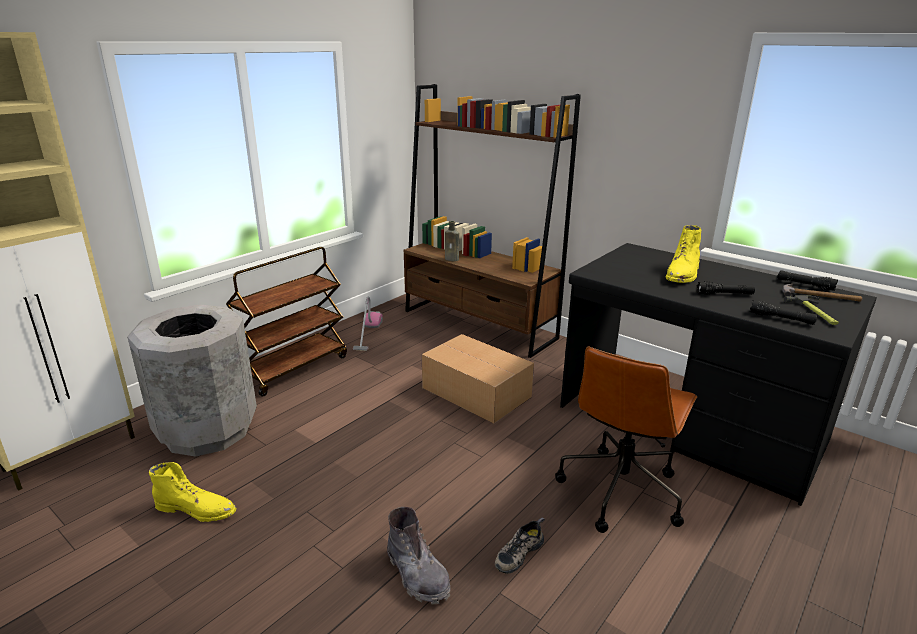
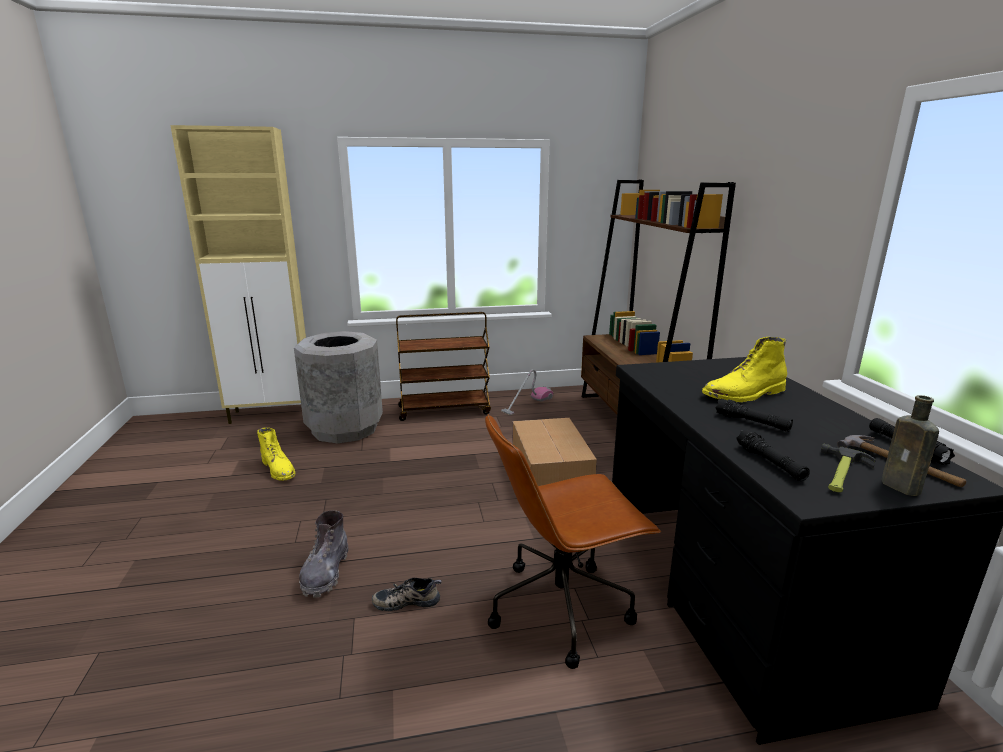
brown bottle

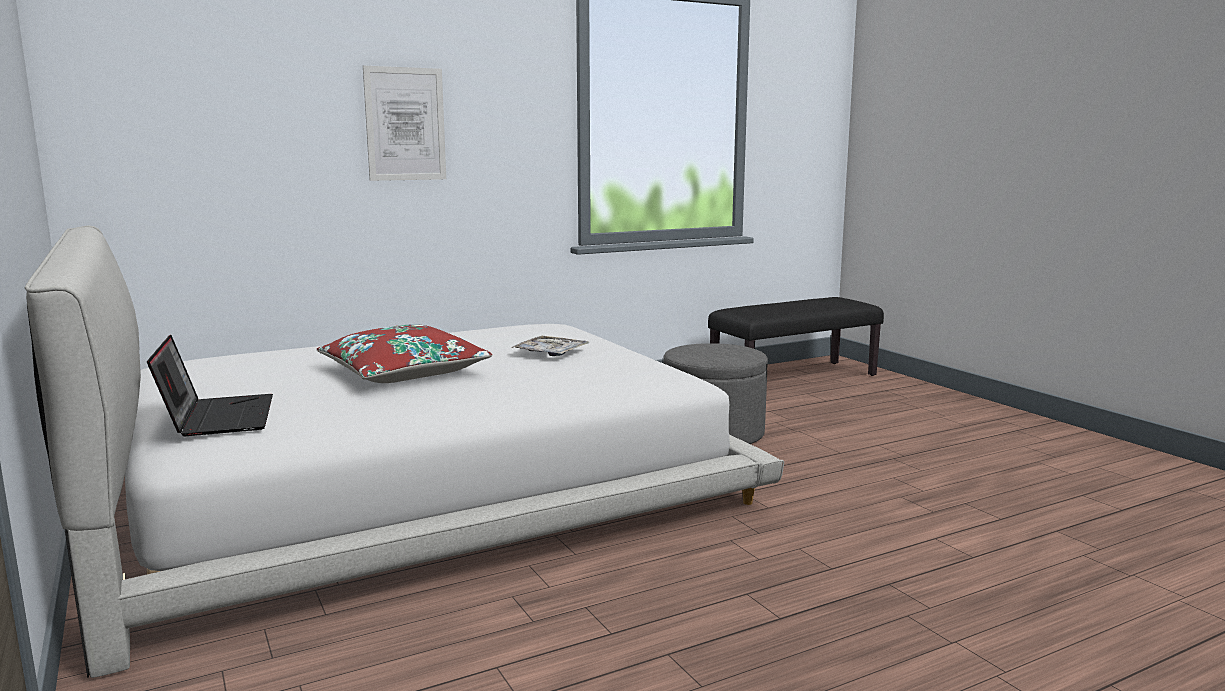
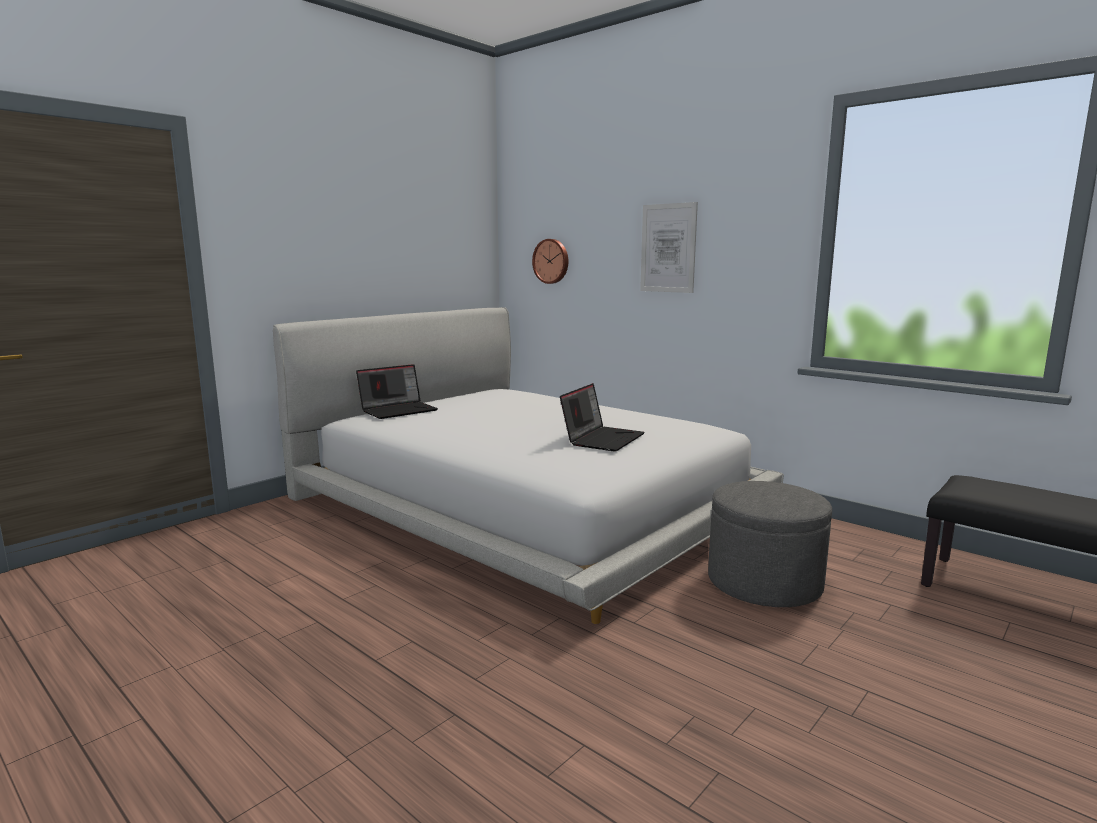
red pillow; laptop (no. 2 from left); wall clock

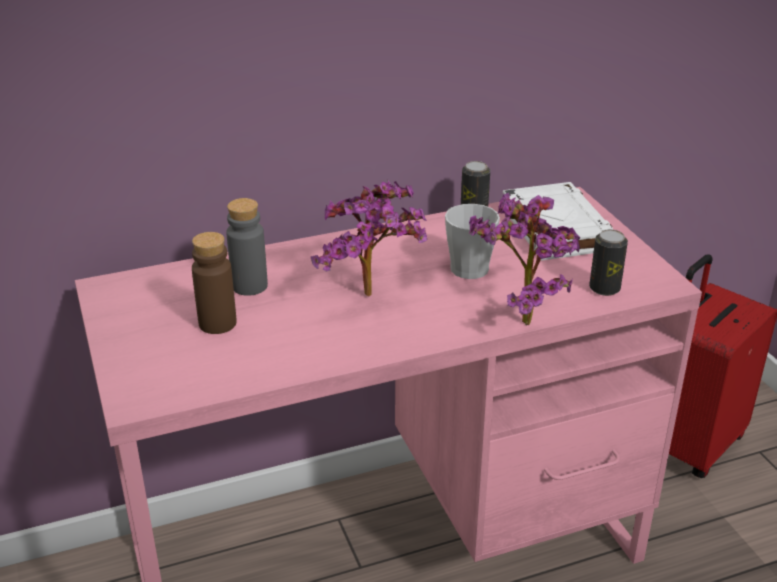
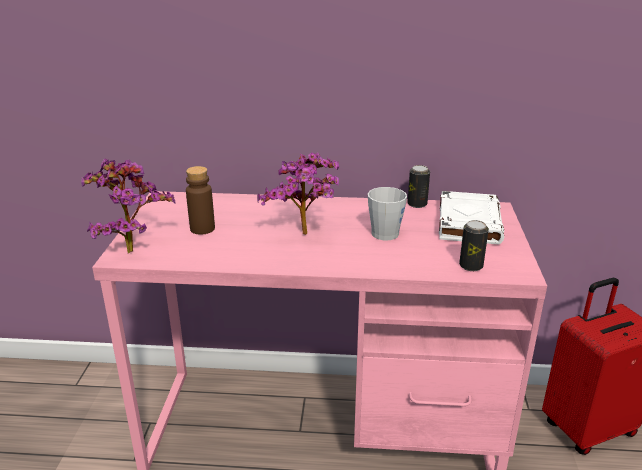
potted plant (no. 1 from left); grey bottle

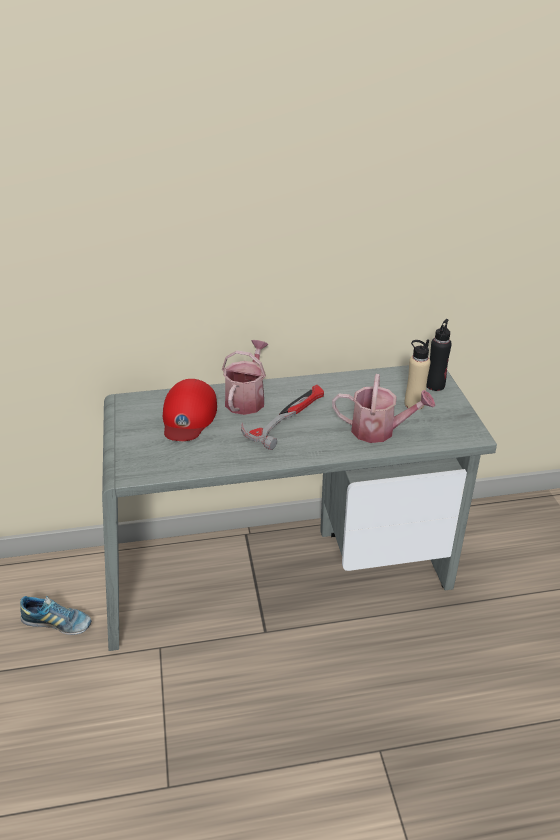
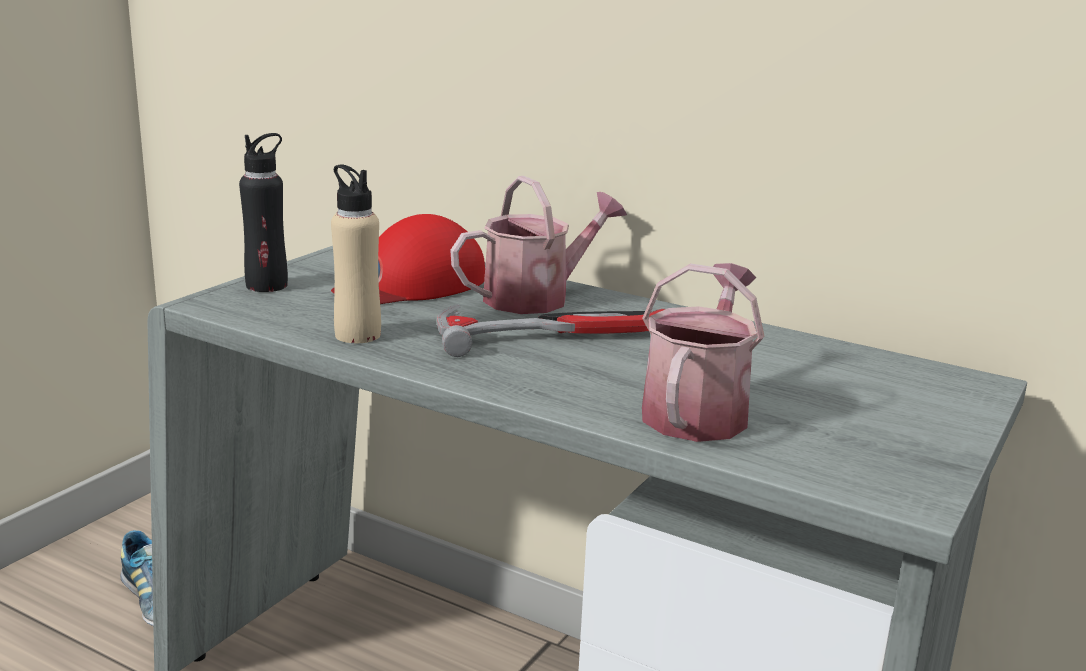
black bottle; beige bottle; watering can (no. 2 from left)

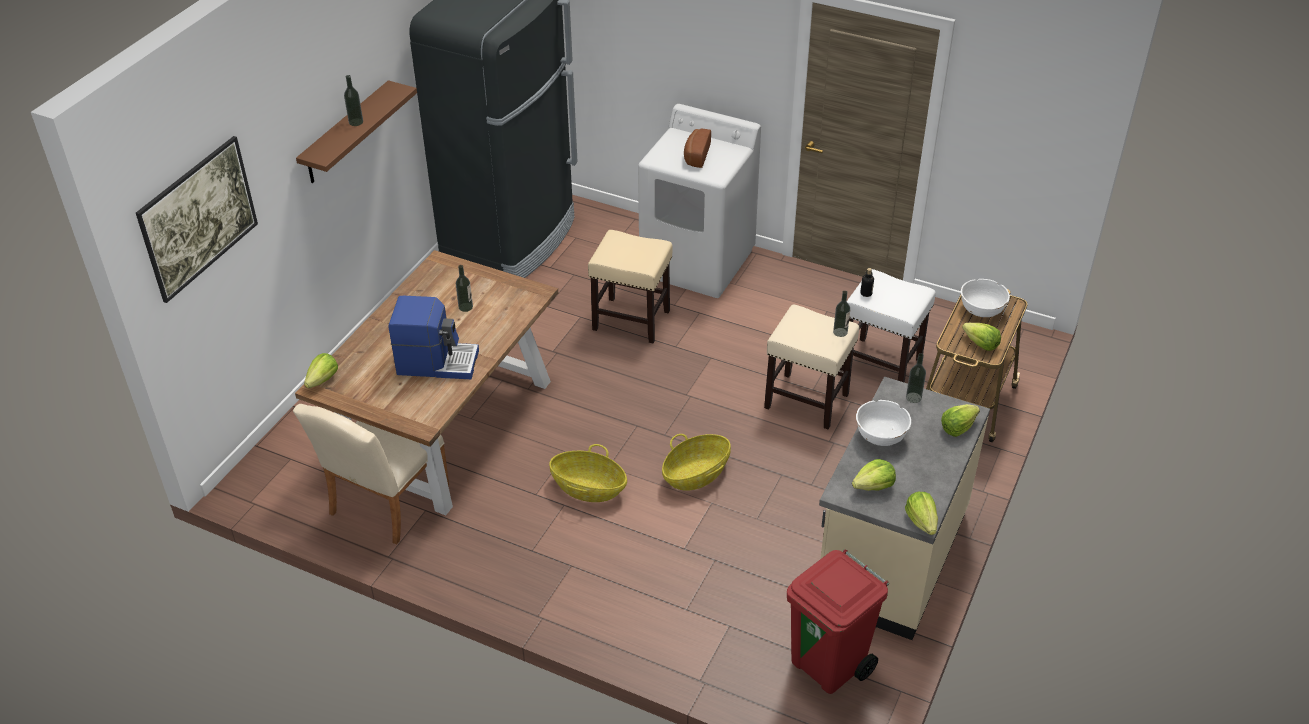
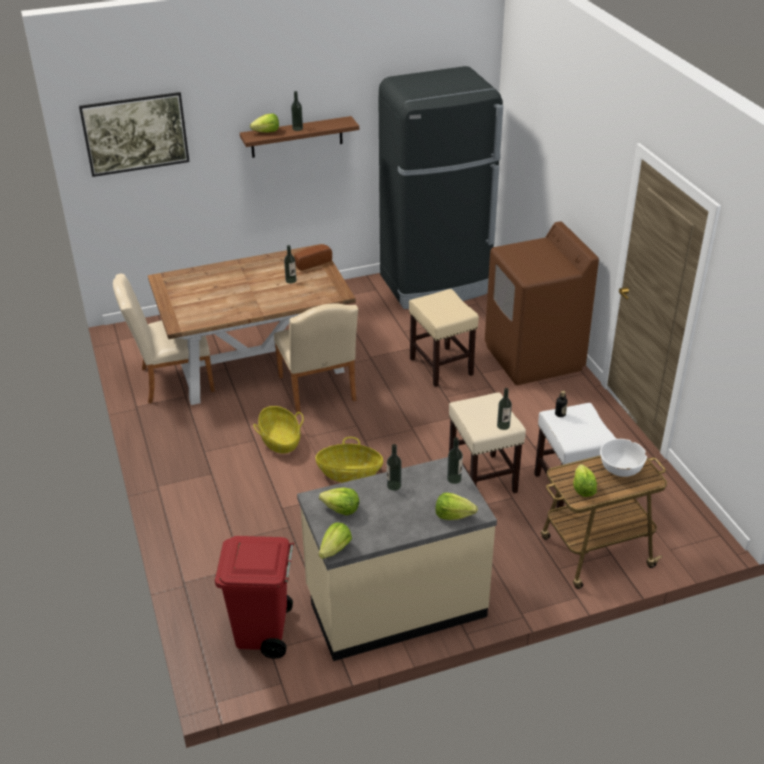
brown washing machine; bread; coffee machine; lettuce (no. 1 from left); bottle (no. 3 from left); beige chair (no. 2 from left)

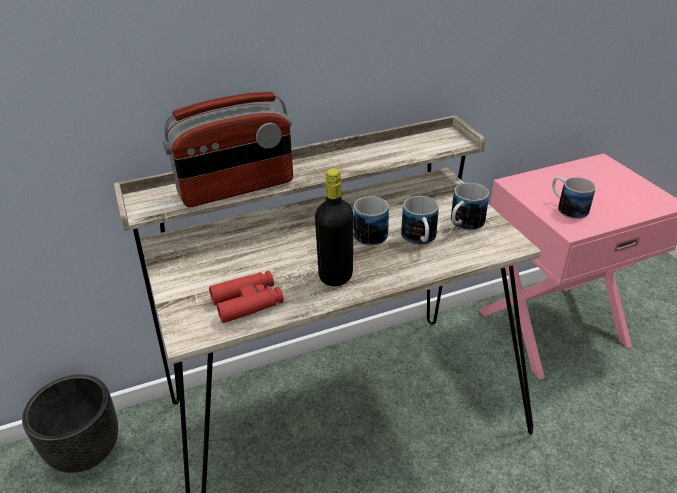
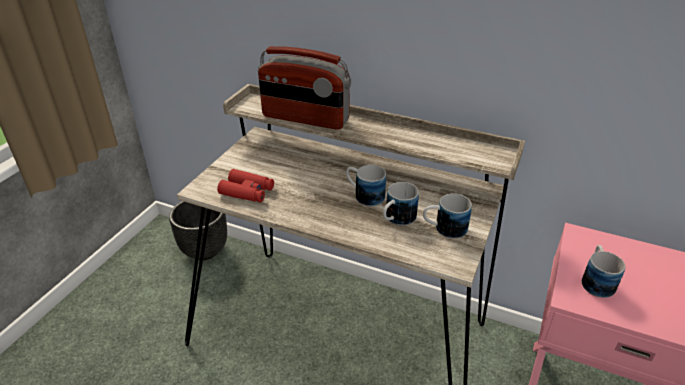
black bottle

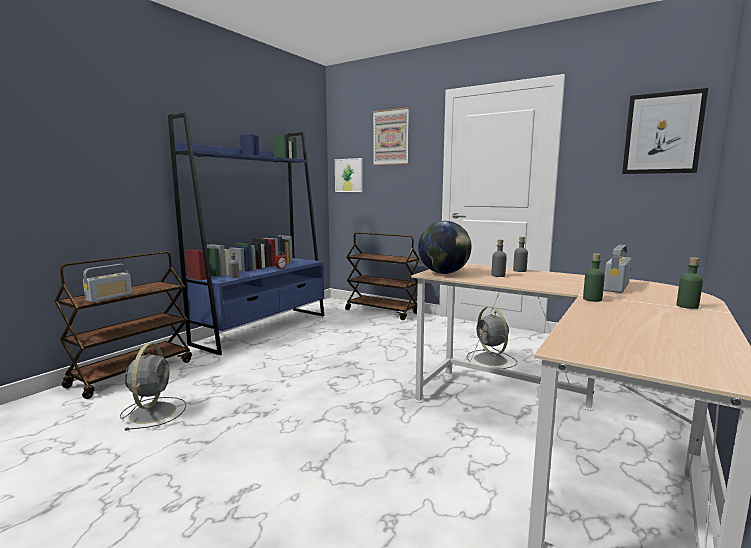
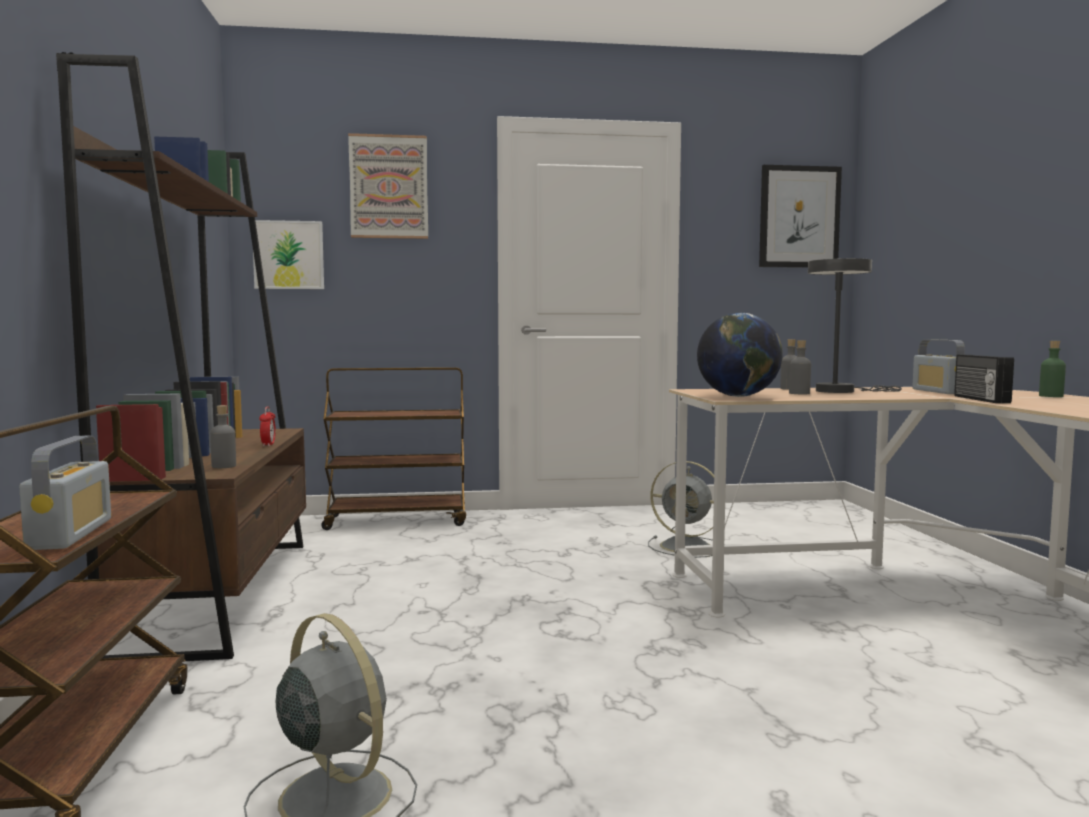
brown bookcase; radio (no. 3 from left); grey table lamp

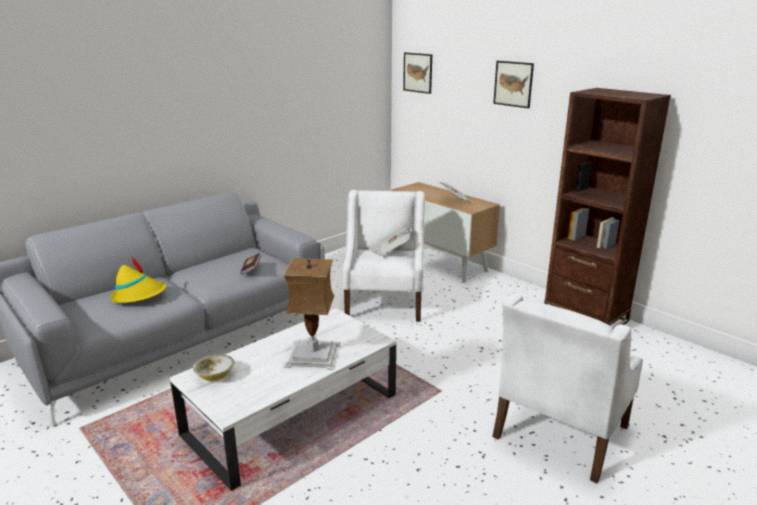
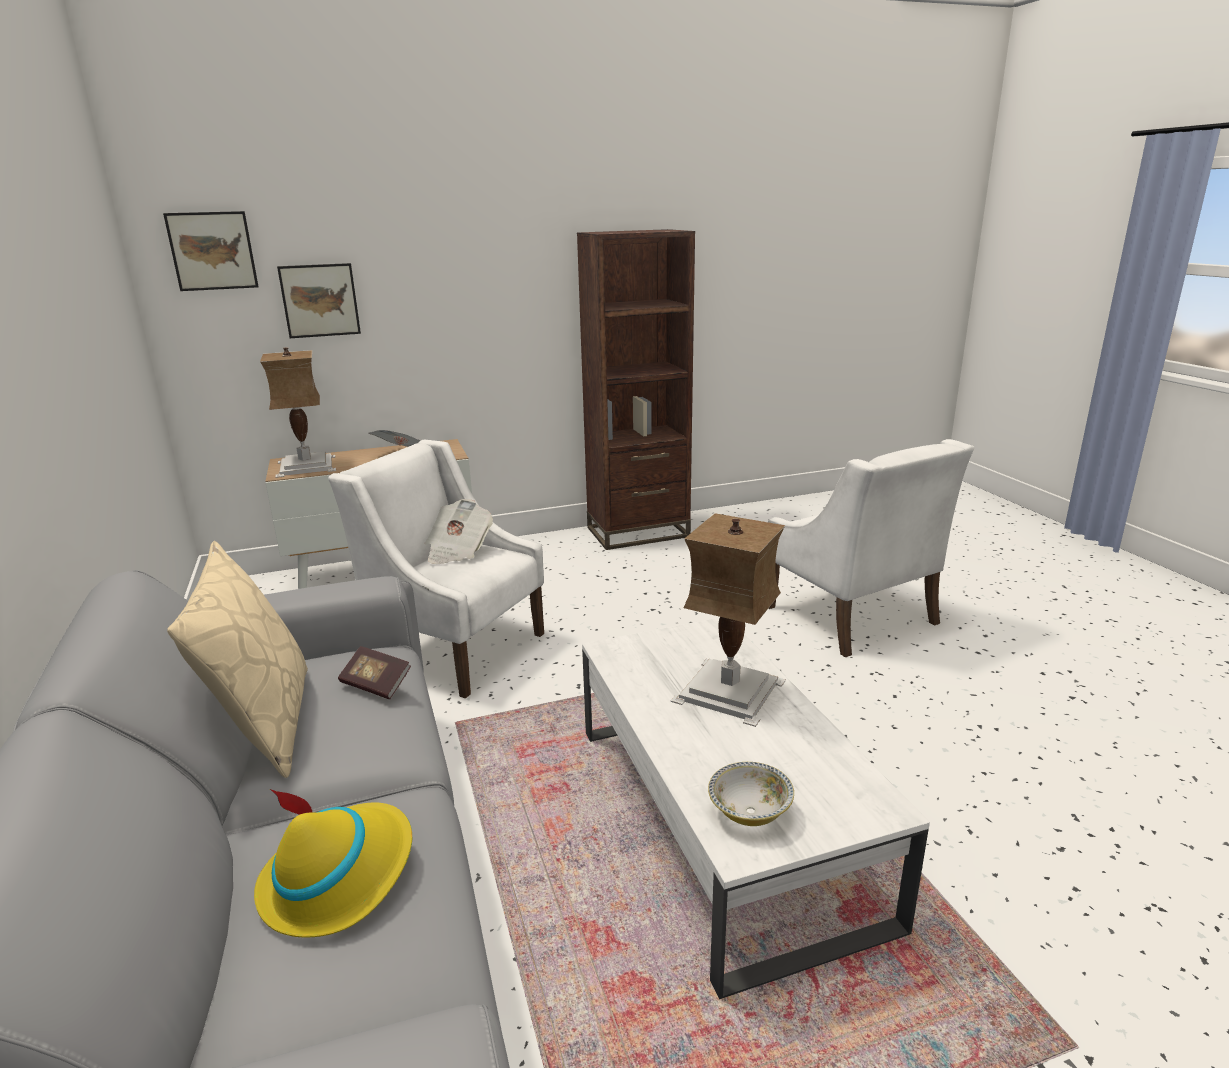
picture (no. 2 from left); table lamp (no. 1 from left); beige pillow

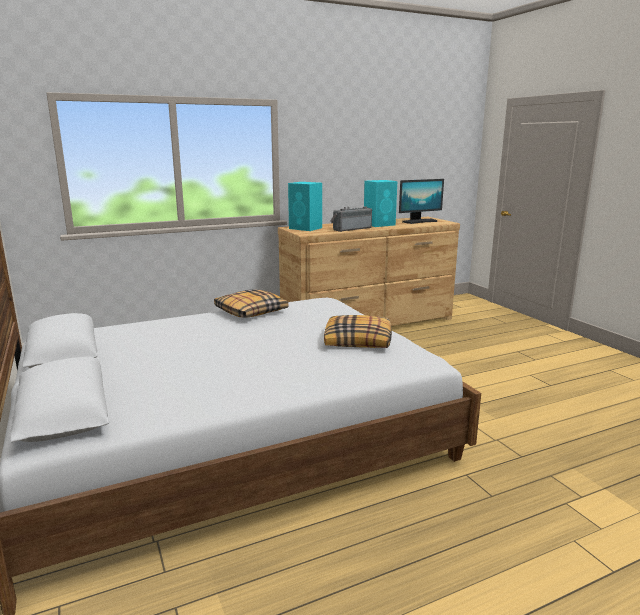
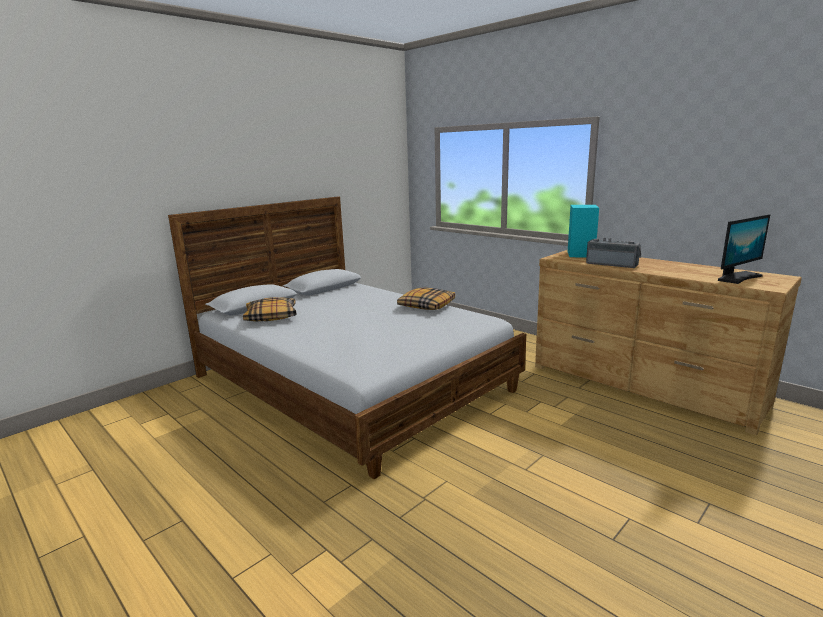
monitor; turquoise speaker (no. 2 from left in the first image); pillow (no. 1 from left)

